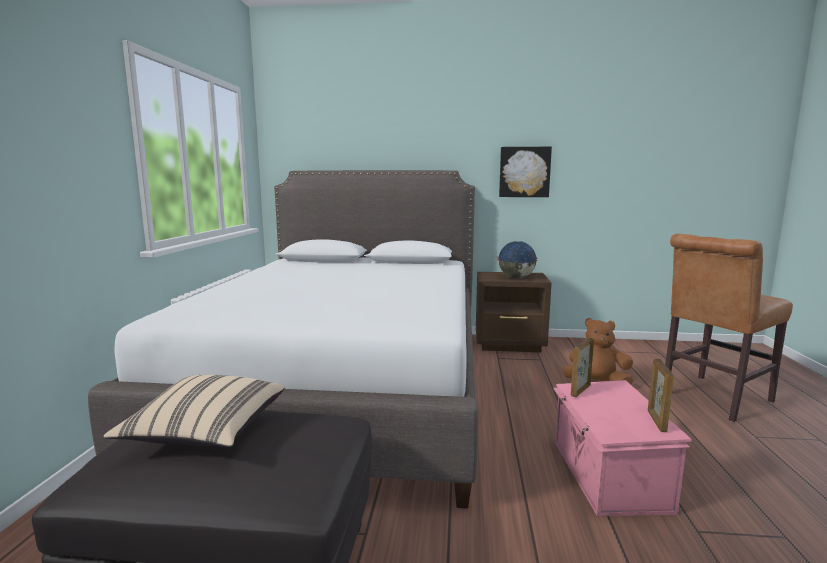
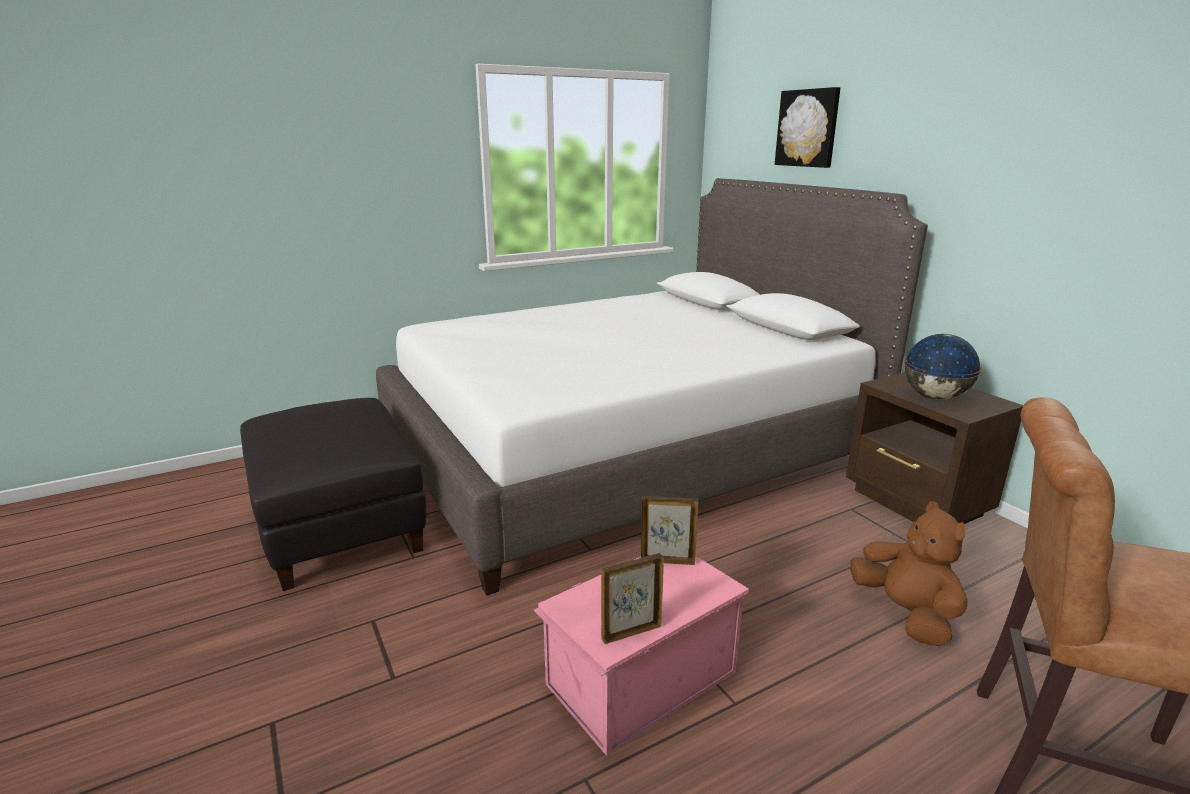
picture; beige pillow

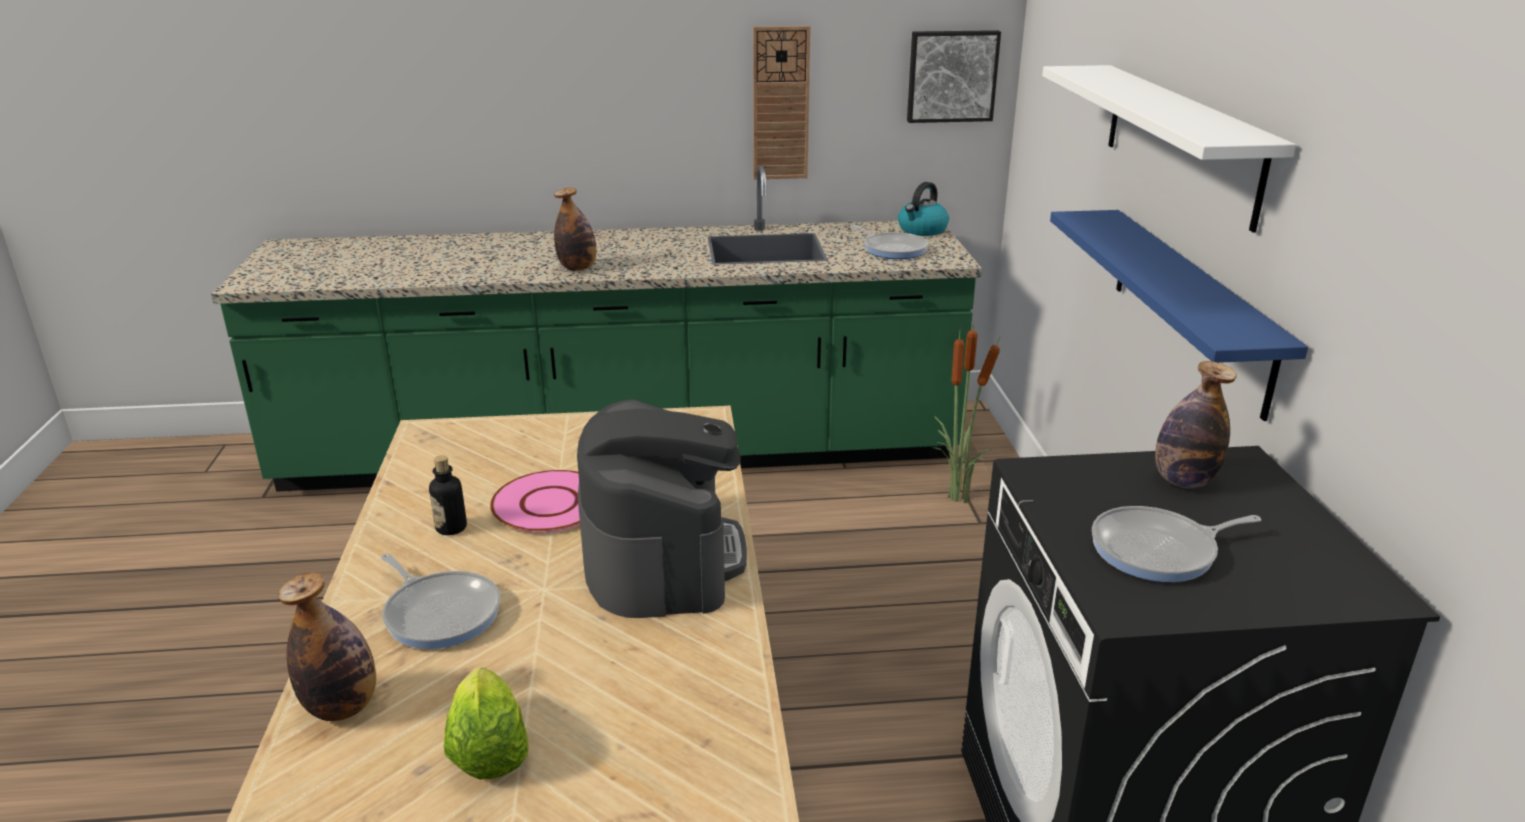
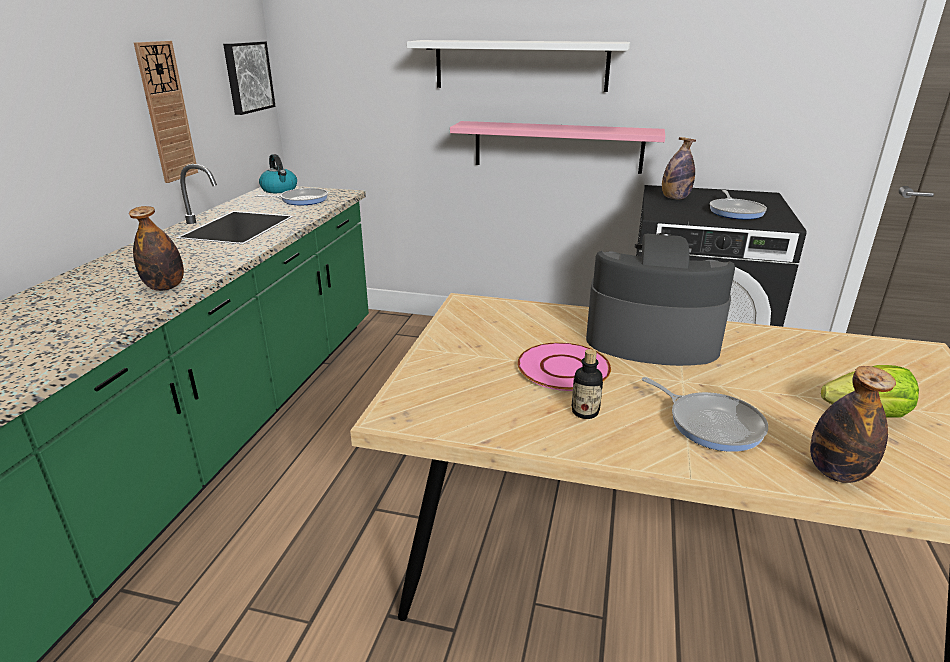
pink shelf; potted plant; frying pan (no. 2 from left)

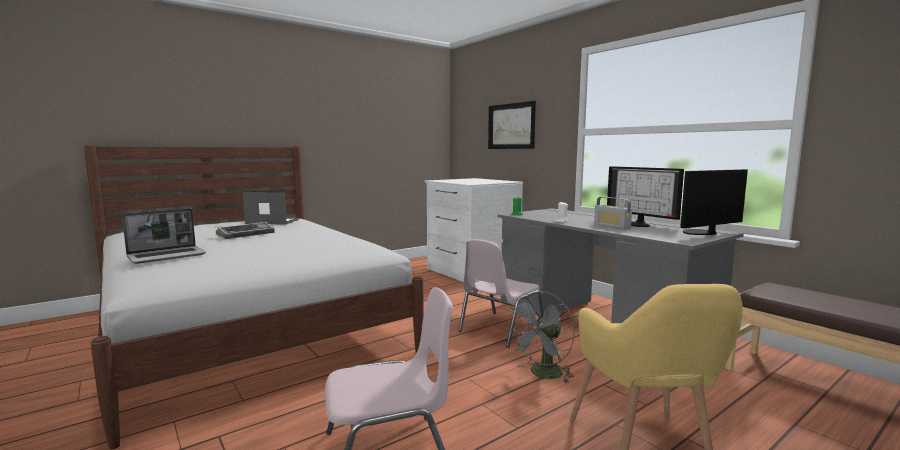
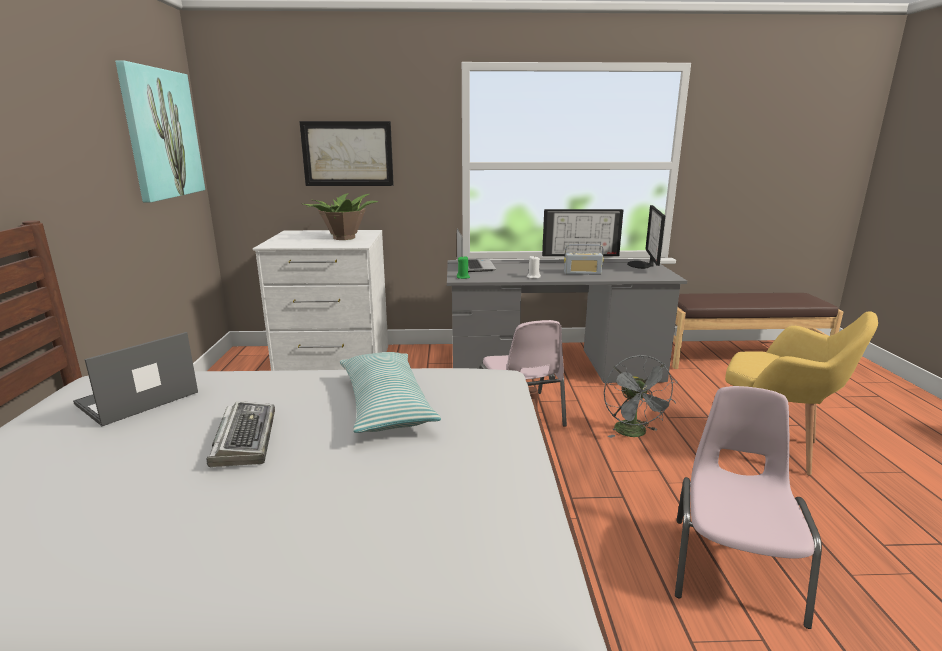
laptop (no. 2 from left); picture (no. 1 from left); potted plant; pillow

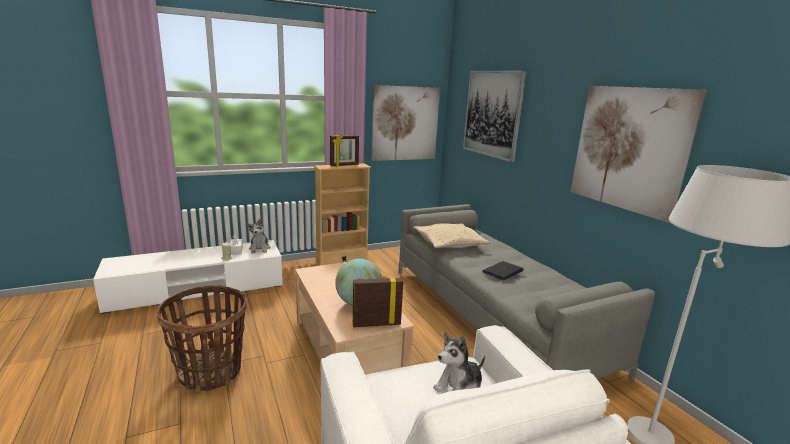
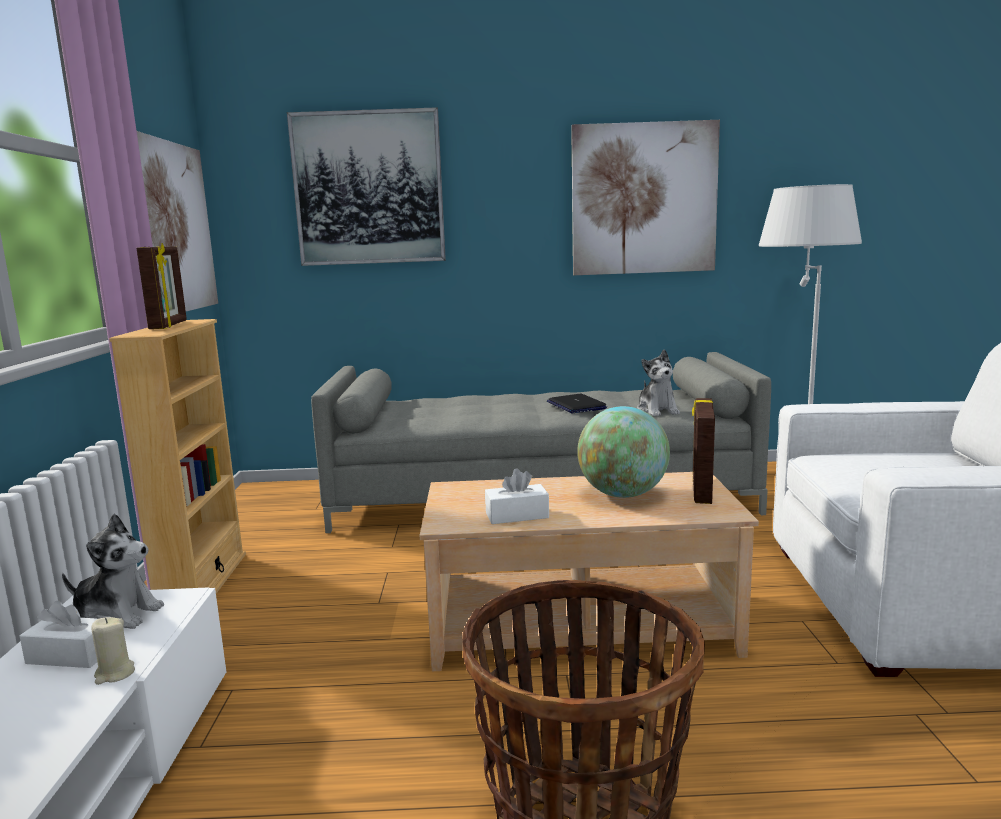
beige pillow; plush toy (no. 2 from left); white tissue box (no. 2 from left)

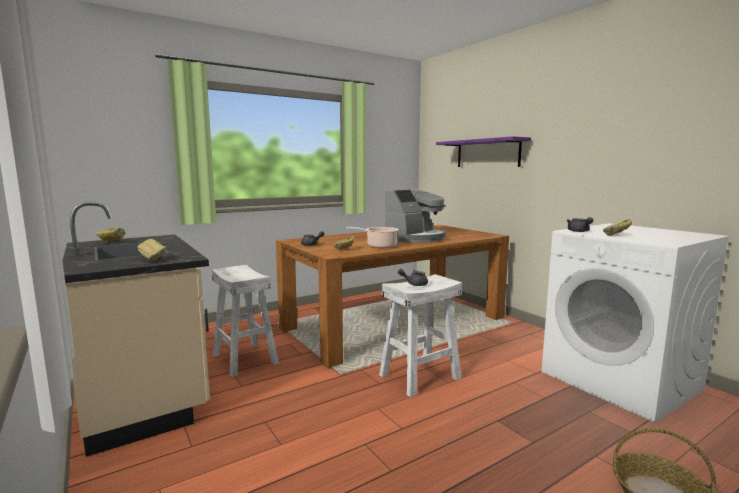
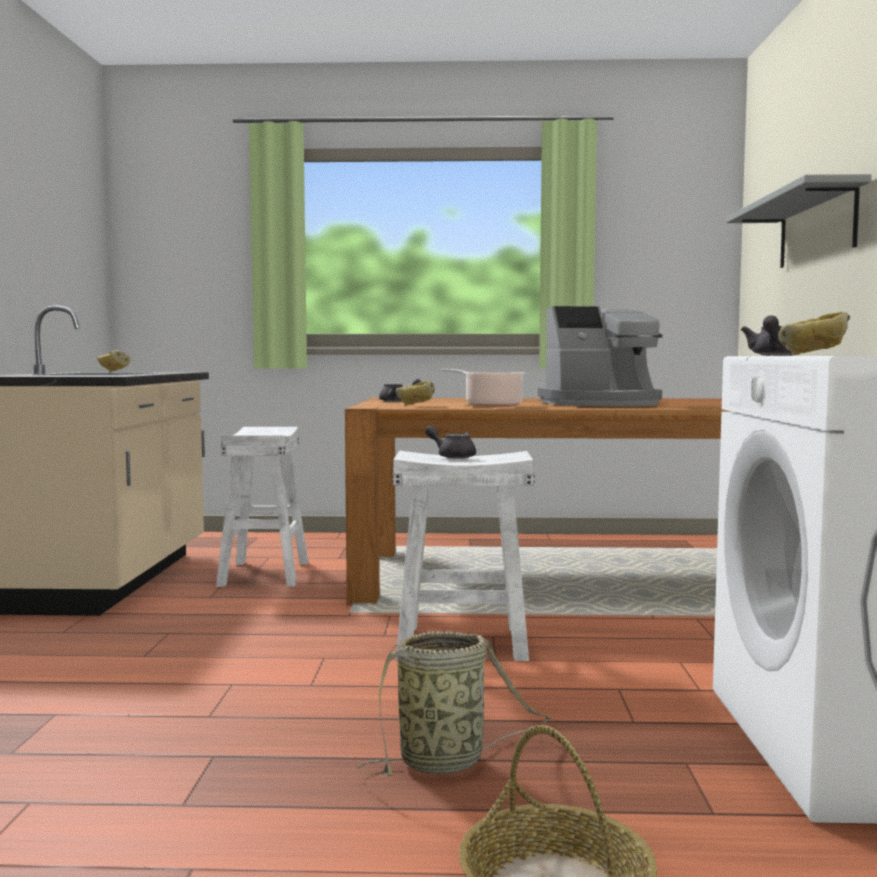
grey shelf; bread (no. 2 from left in the first image); basket (no. 1 from left)

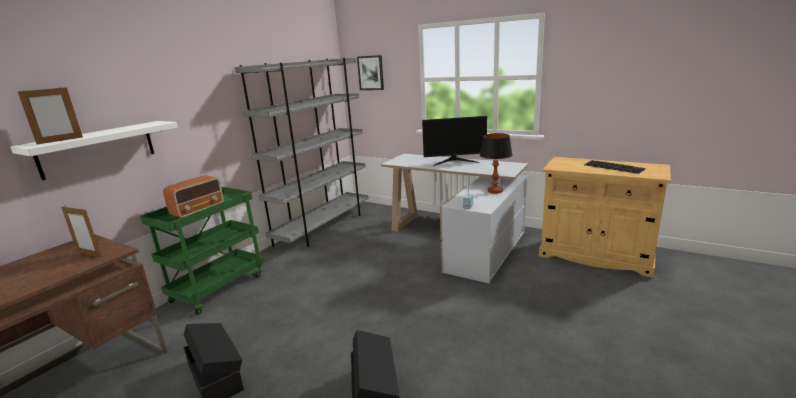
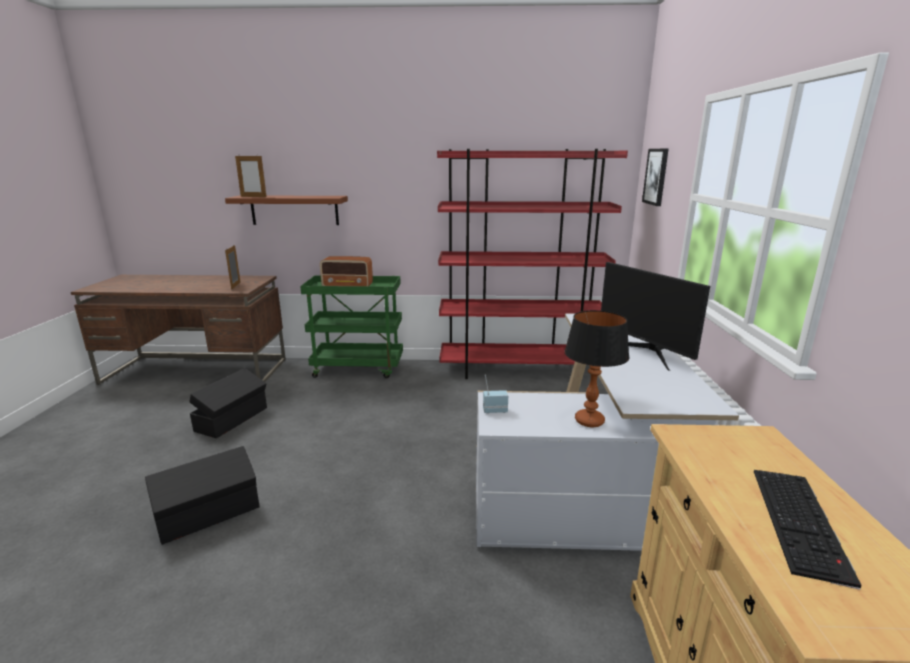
red bookcase; brown shelf

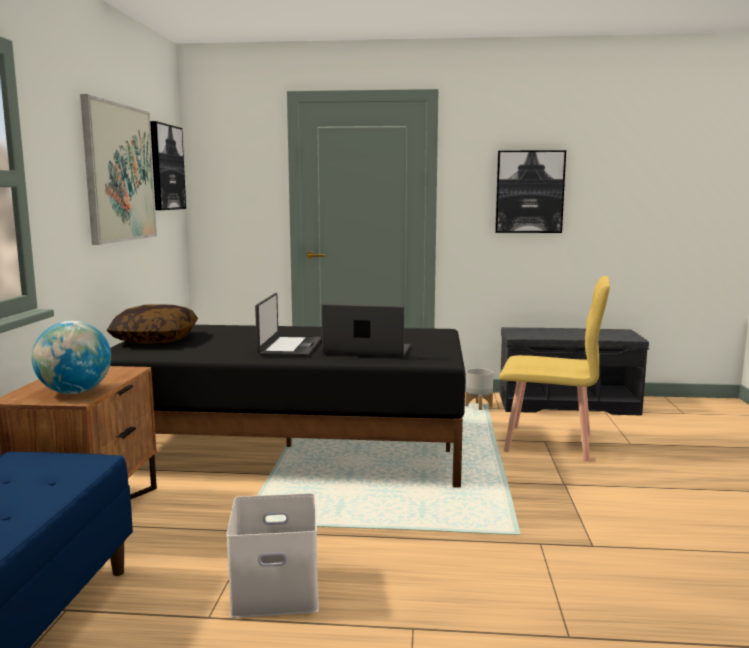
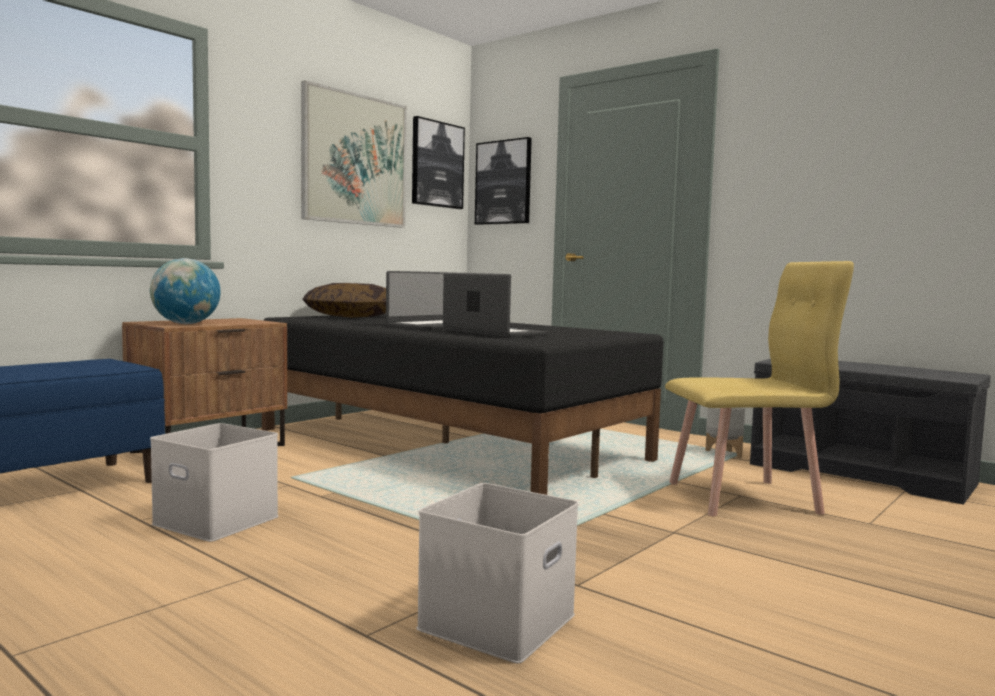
picture (no. 3 from left); yellow chair; white storage box (no. 2 from left)

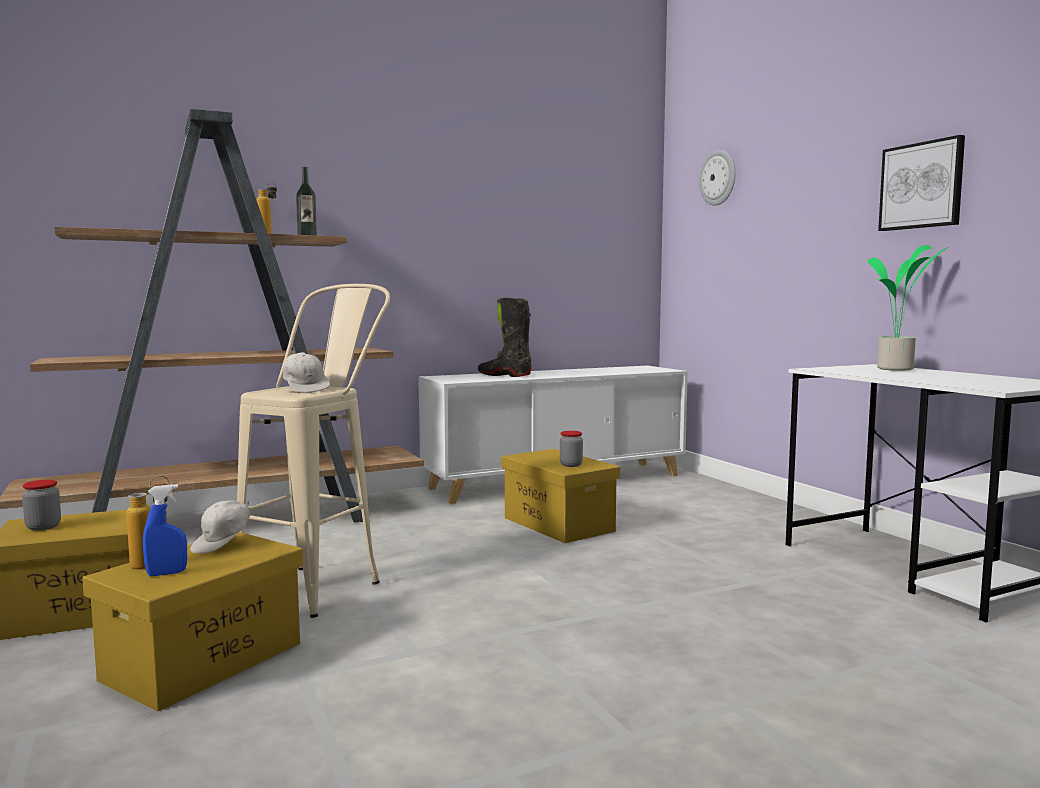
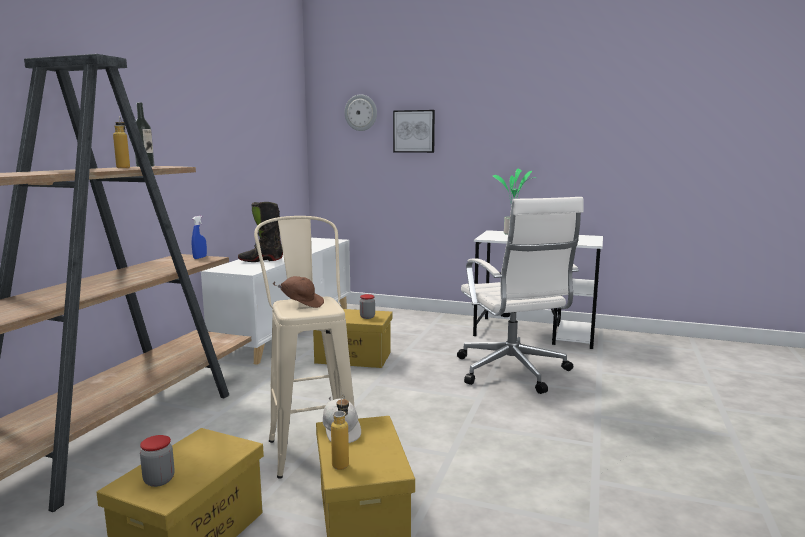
picture; brown cap; blue spray bottle; white office chair

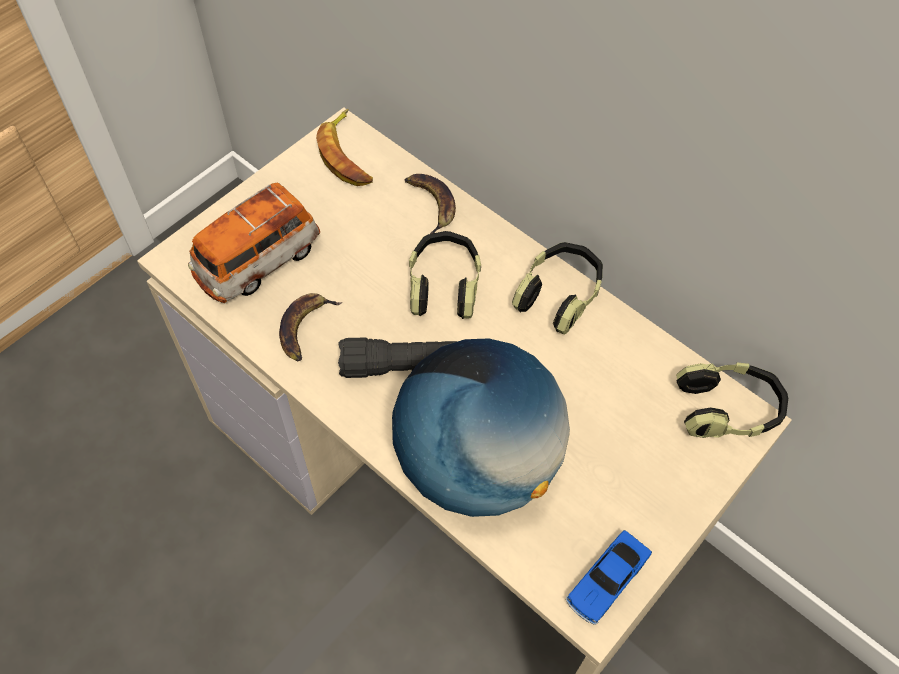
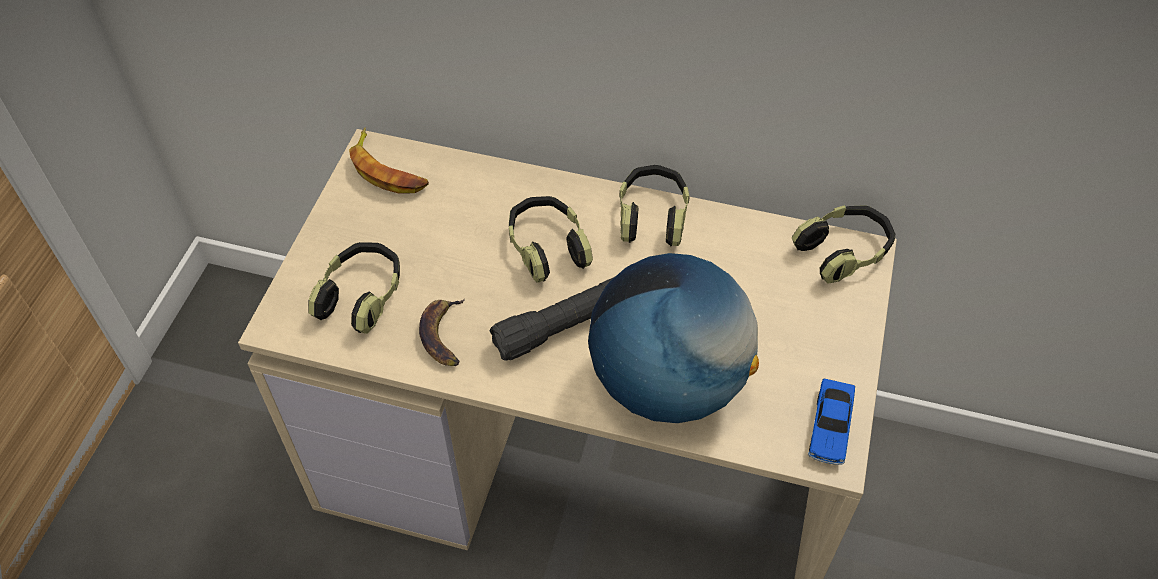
banana (no. 3 from left in the first image); headphones (no. 1 from left)

